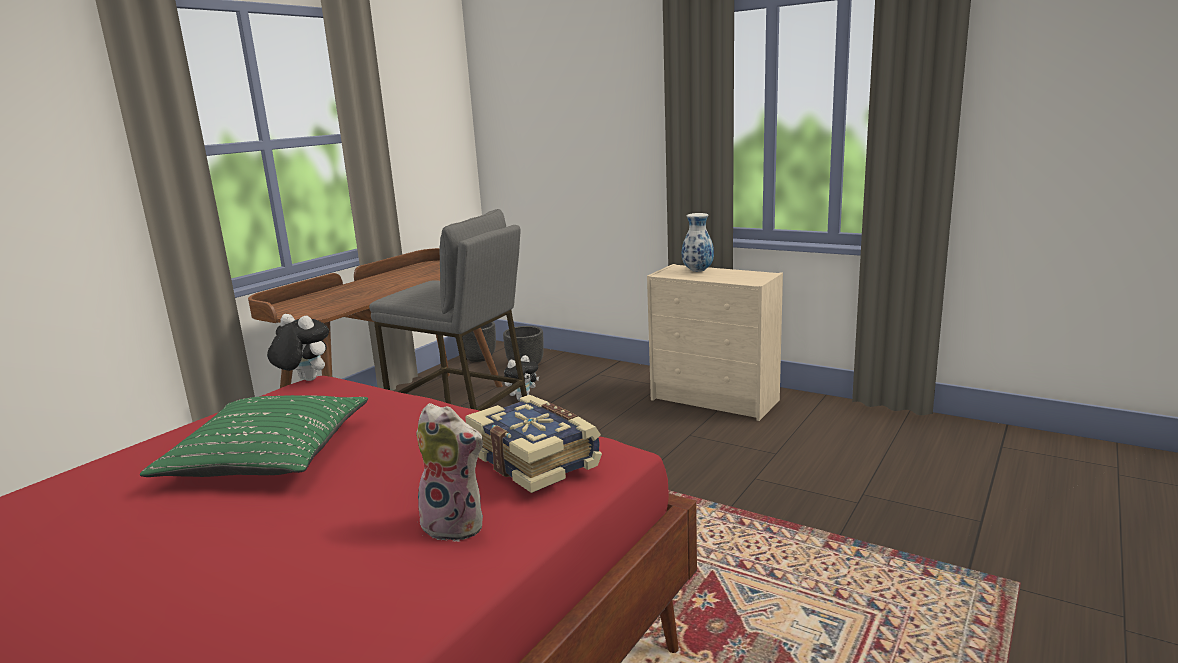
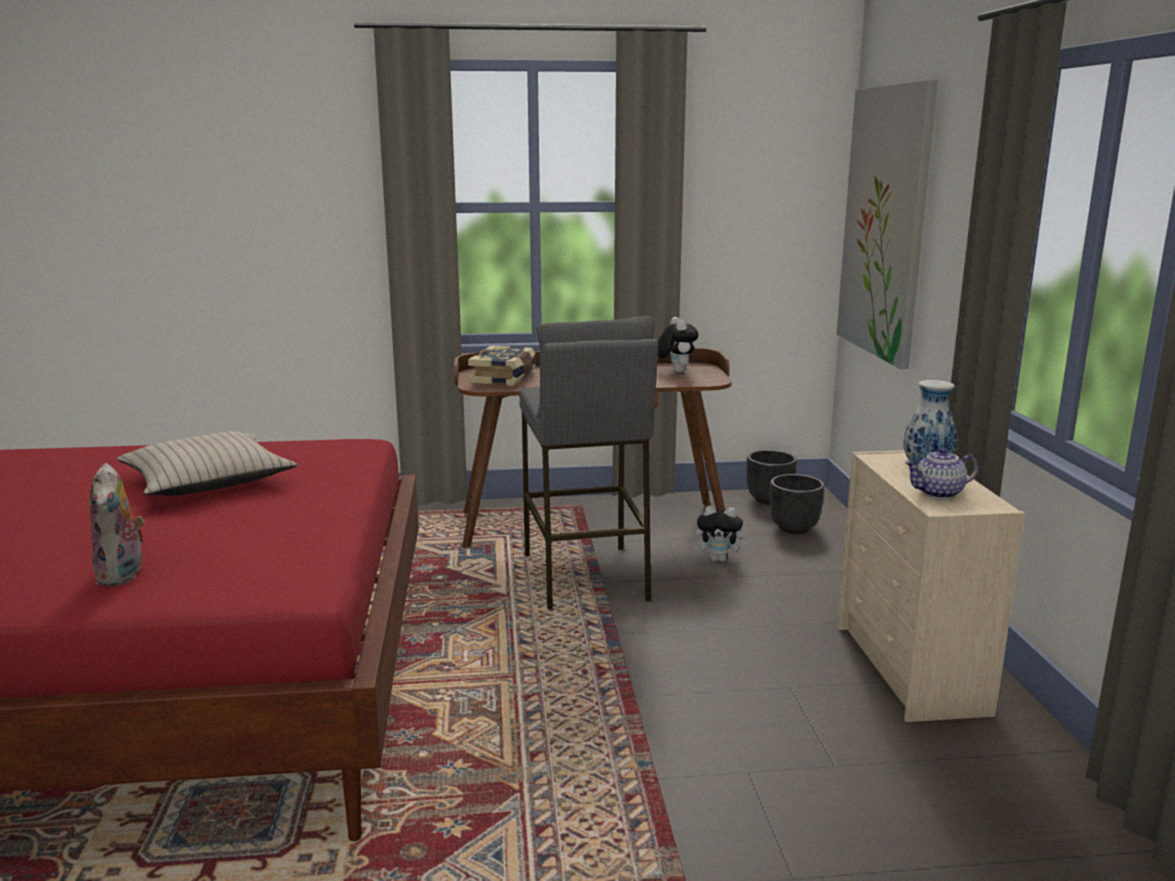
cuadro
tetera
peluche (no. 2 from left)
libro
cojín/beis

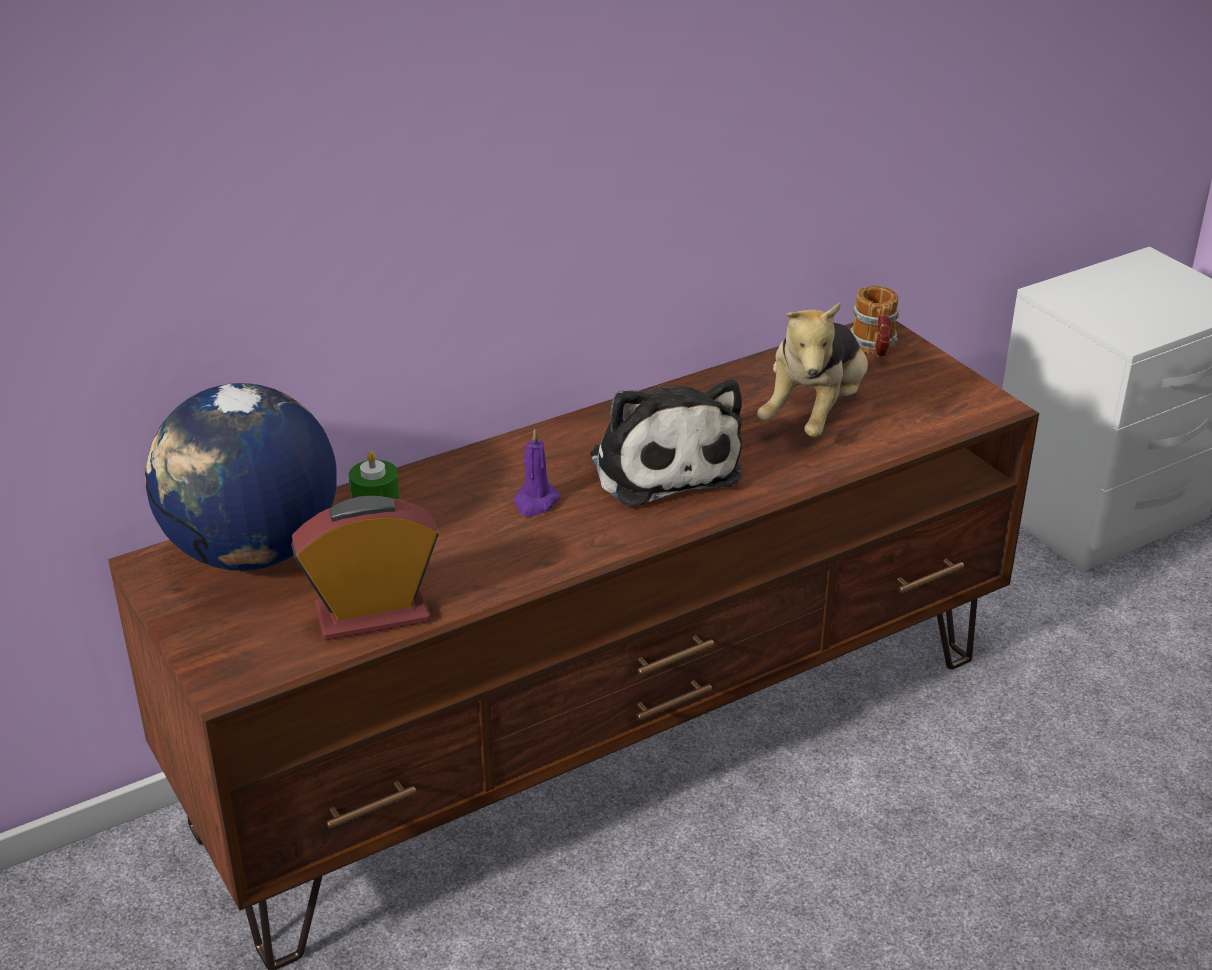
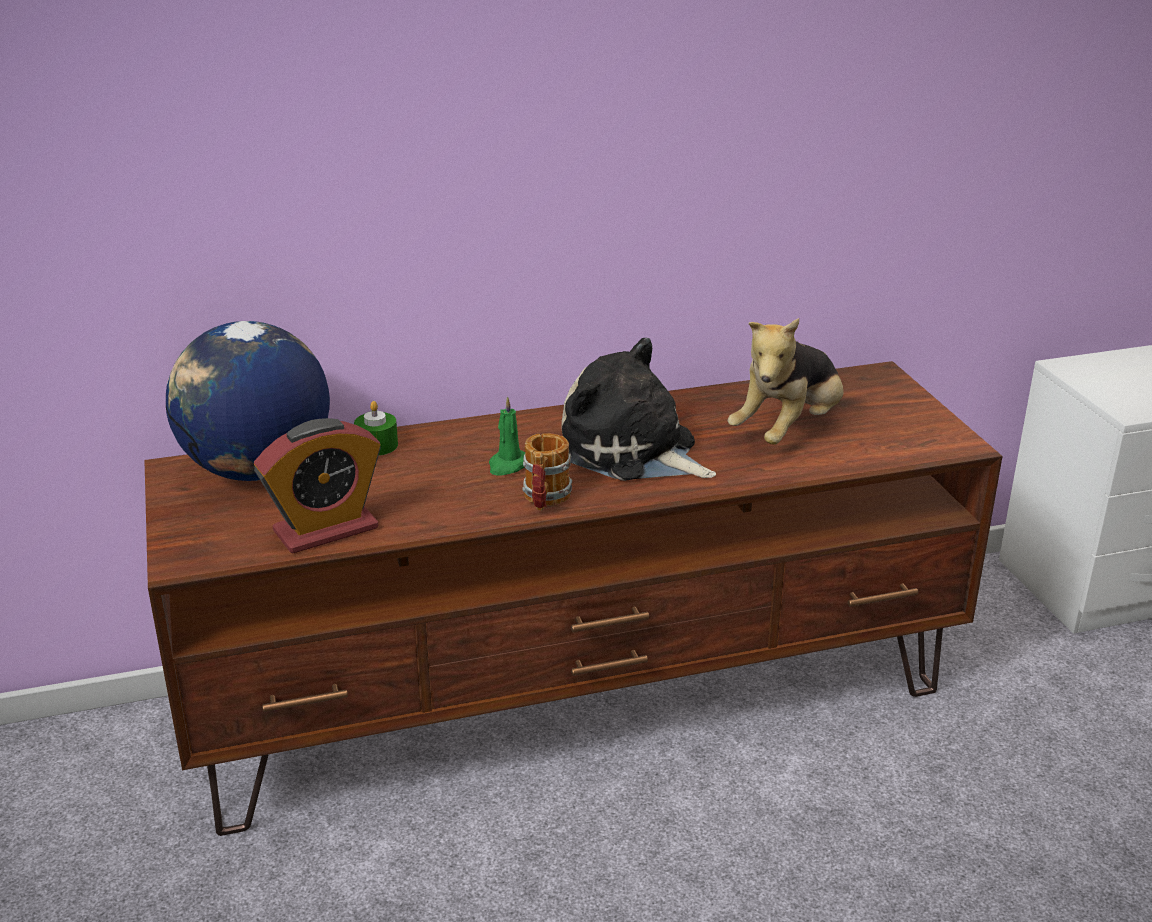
taza grande
vela/verde (no. 2 from left)
despertador
peluche (no. 1 from left)

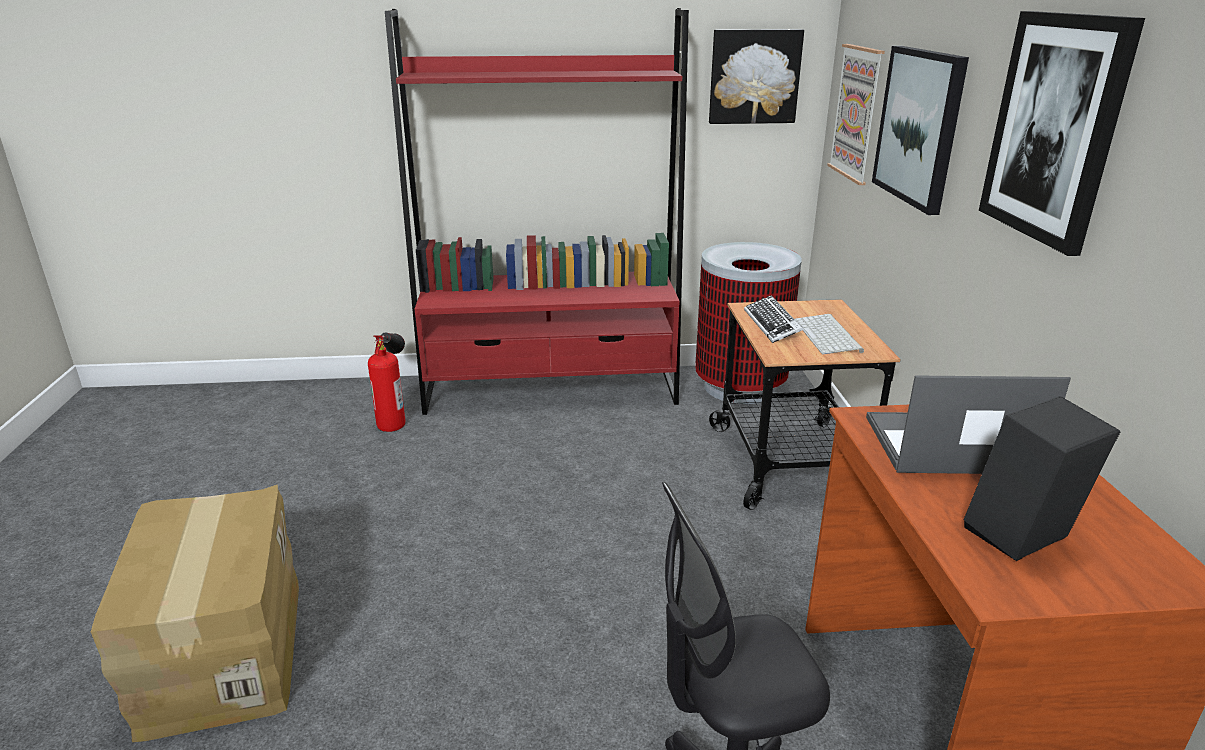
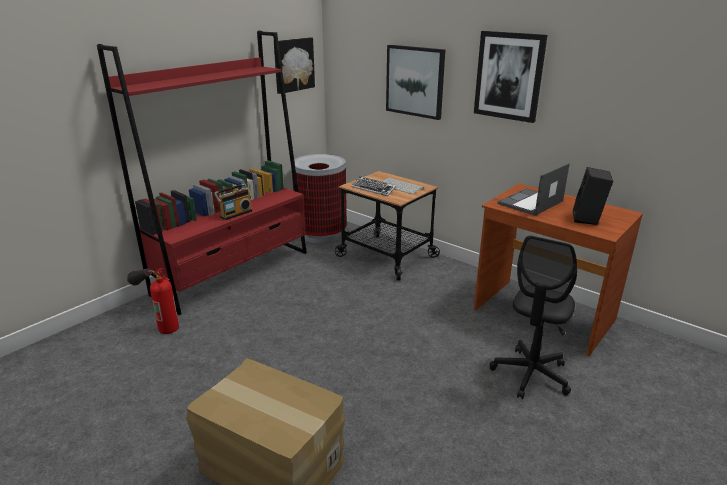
cuadro (no. 2 from left in the first image)
radio

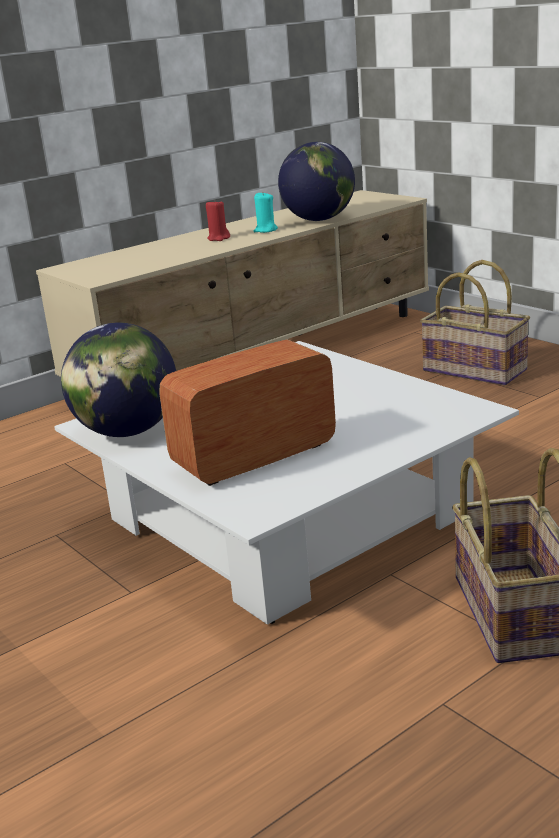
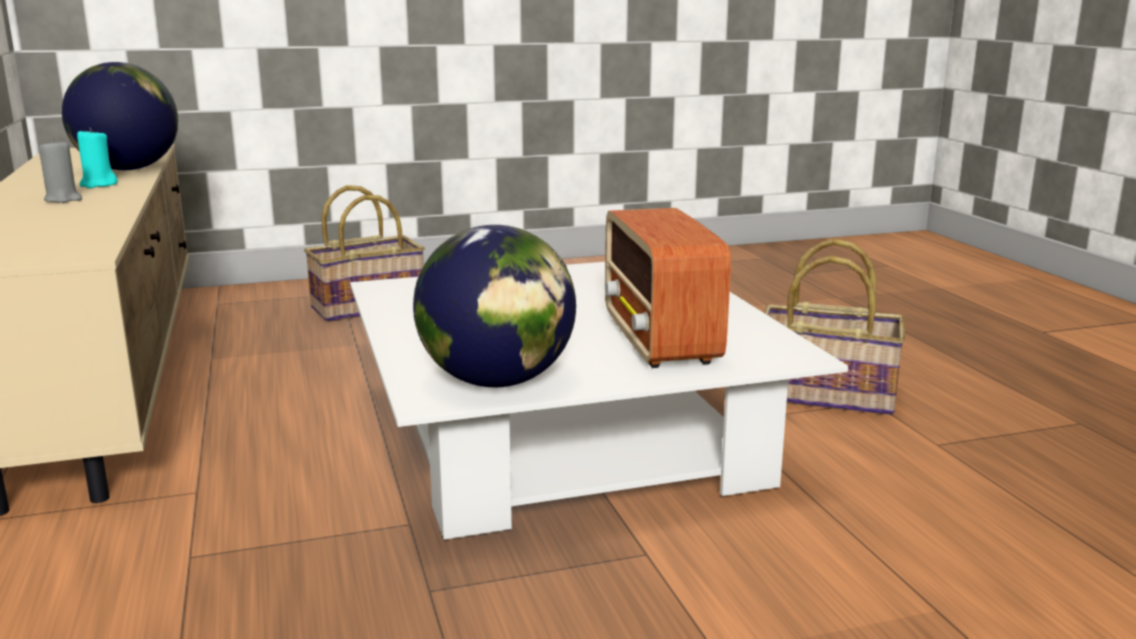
vela/gris

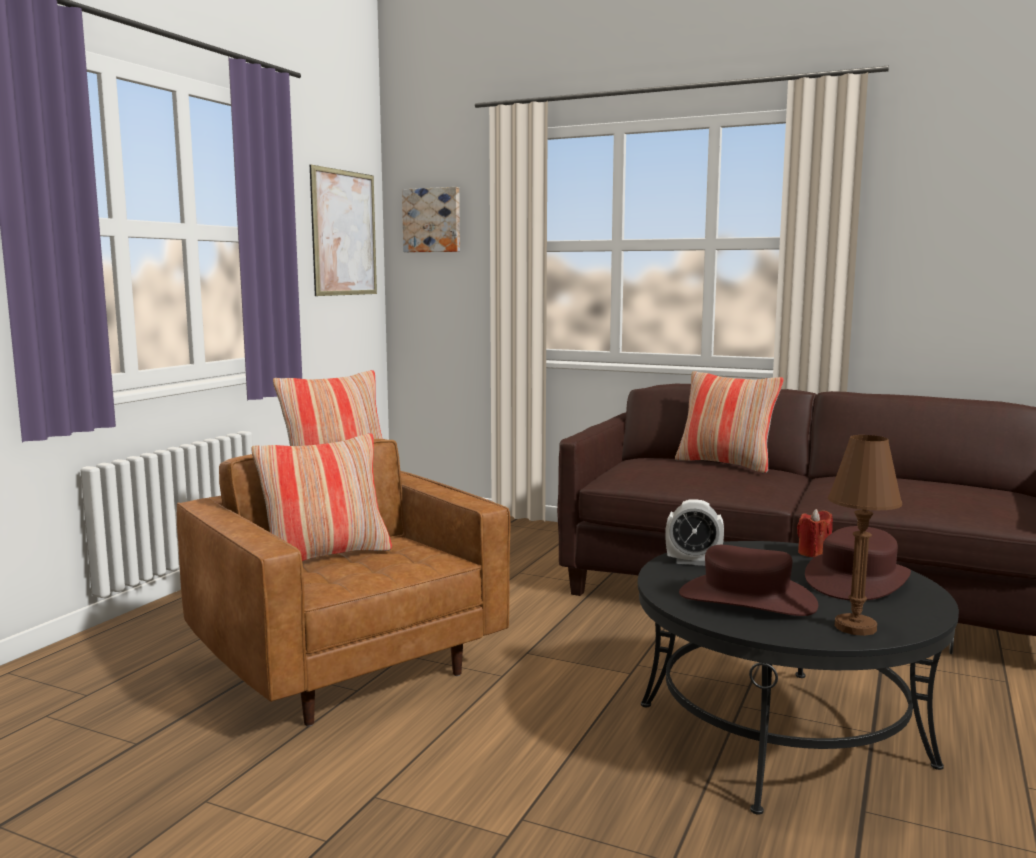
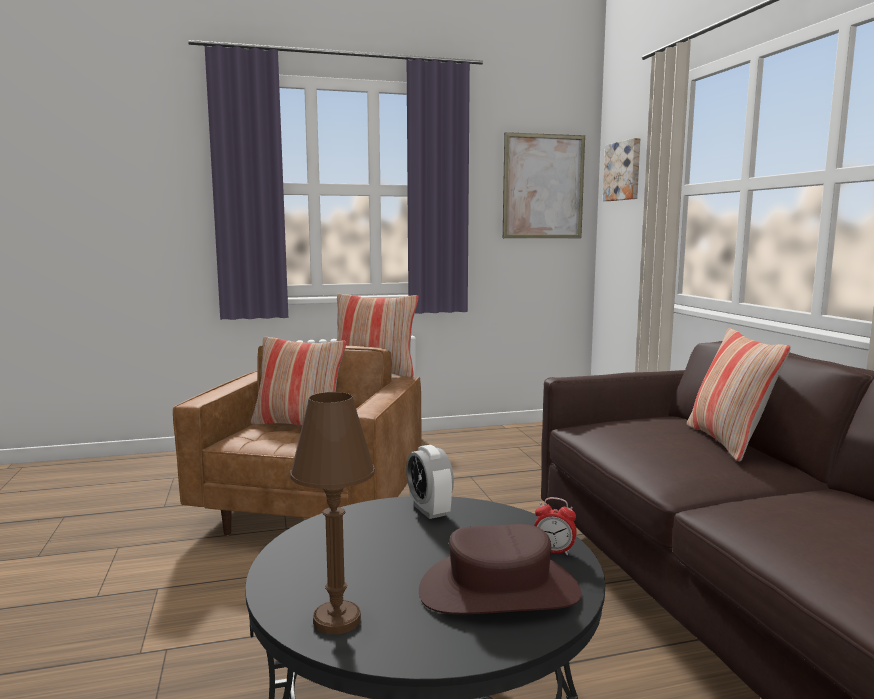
sombrero/marrón (no. 1 from left in the first image)
despertador (no. 2 from left)

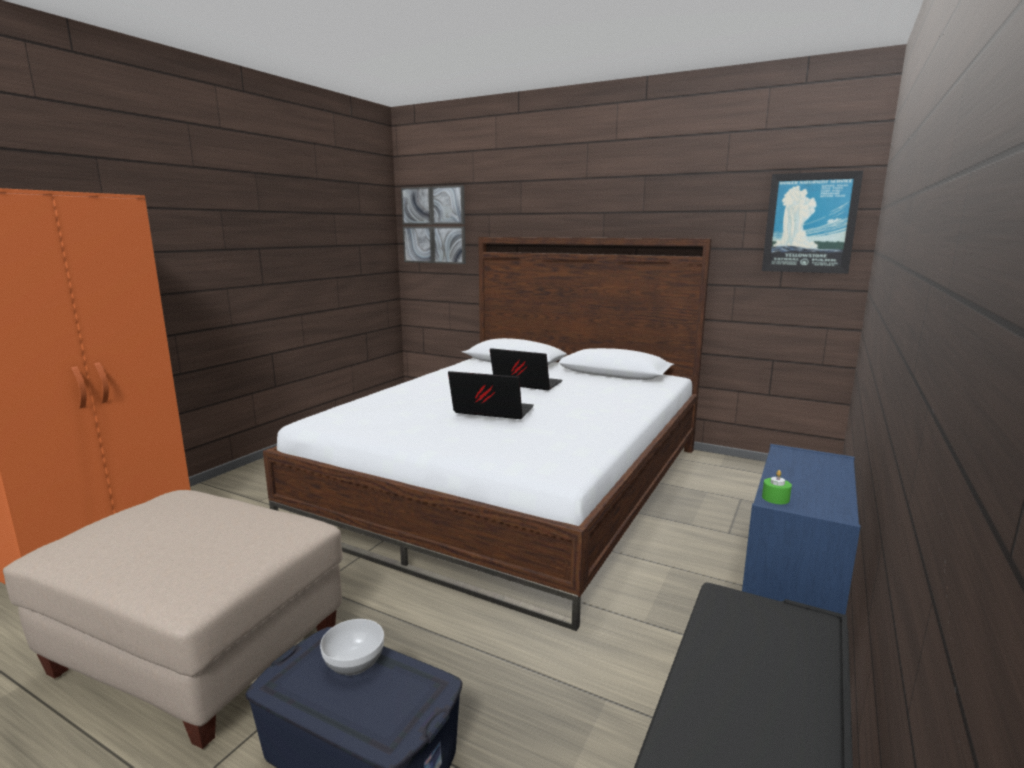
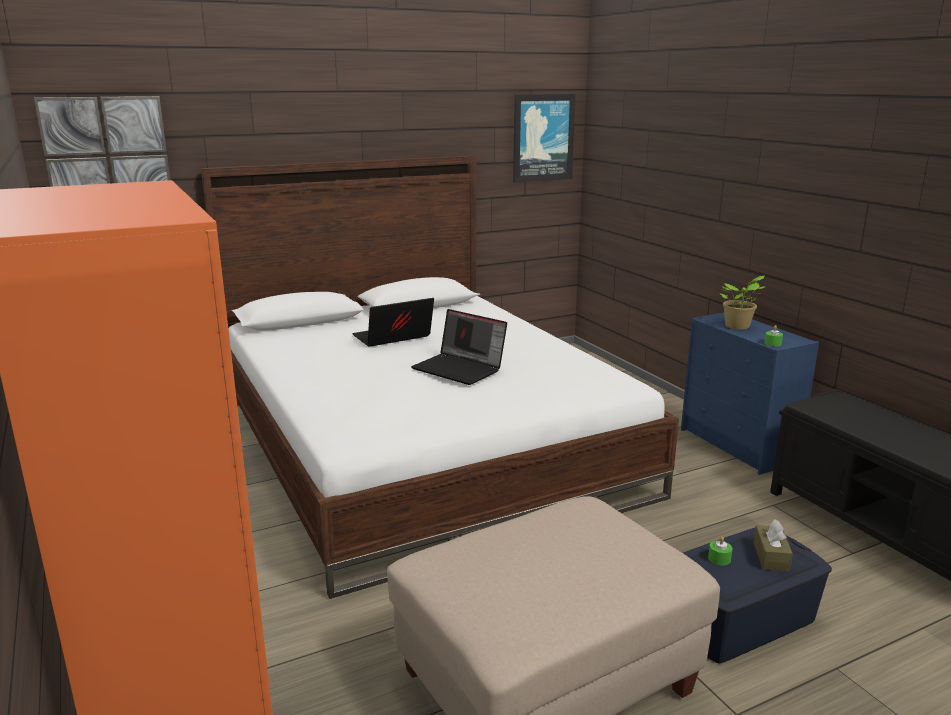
planta en maceta
caja de pañuelos/marrón
vela/verde (no. 1 from left)
portátil (no. 2 from left)

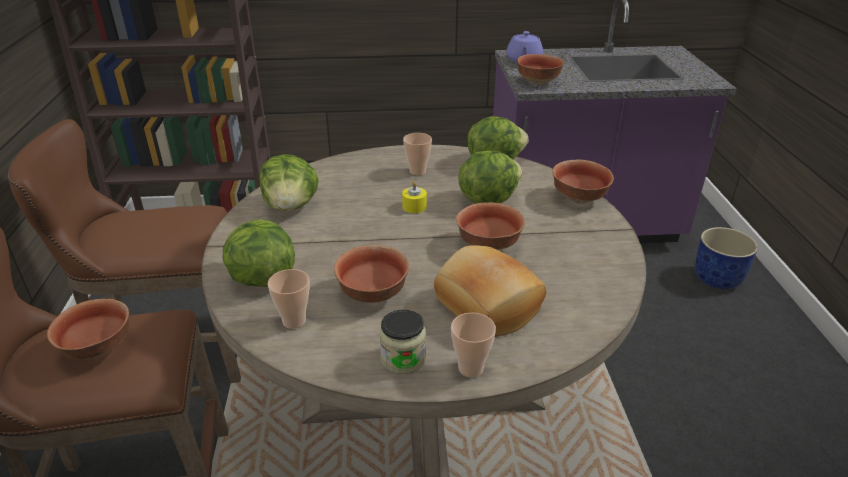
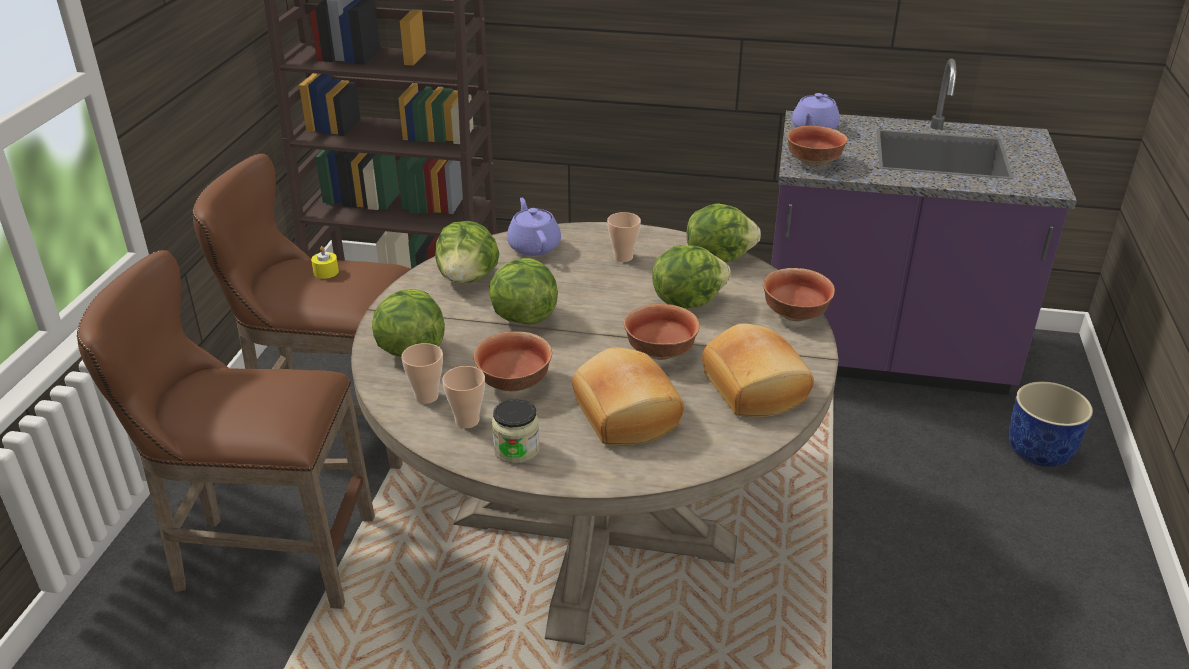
cuenco (no. 1 from left in the first image)
lechuga (no. 3 from left)
tetera/morado (no. 1 from left)
pan (no. 2 from left)
vela/amarillo
taza (no. 2 from left)

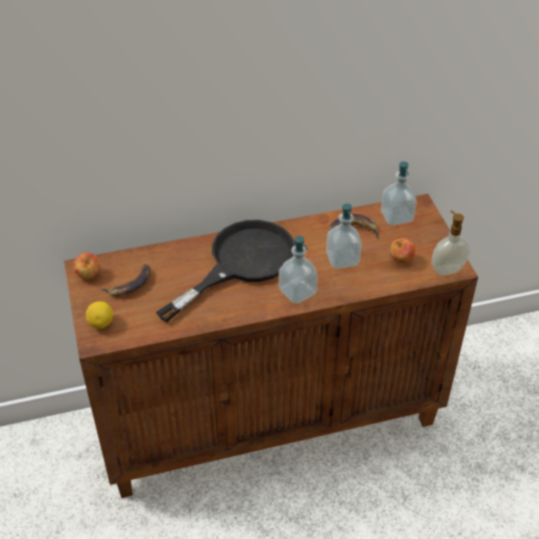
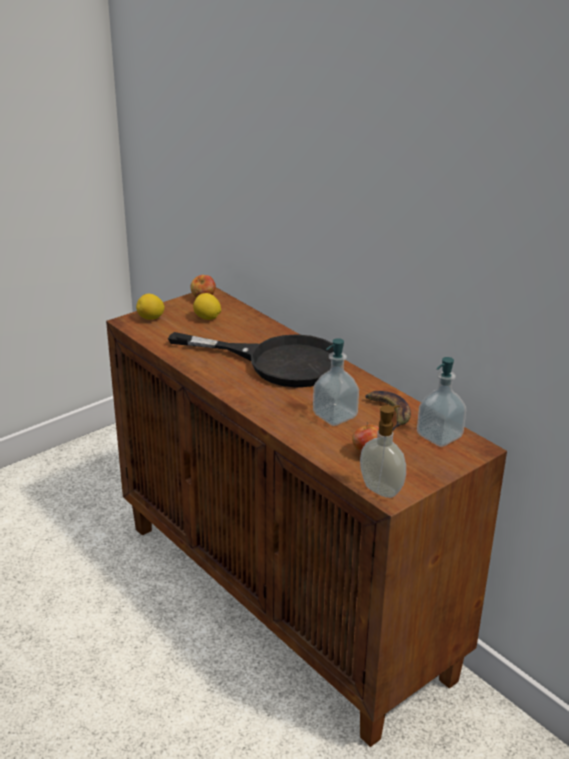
dispensador de jabón (no. 1 from left in the first image)
limón (no. 2 from left)

